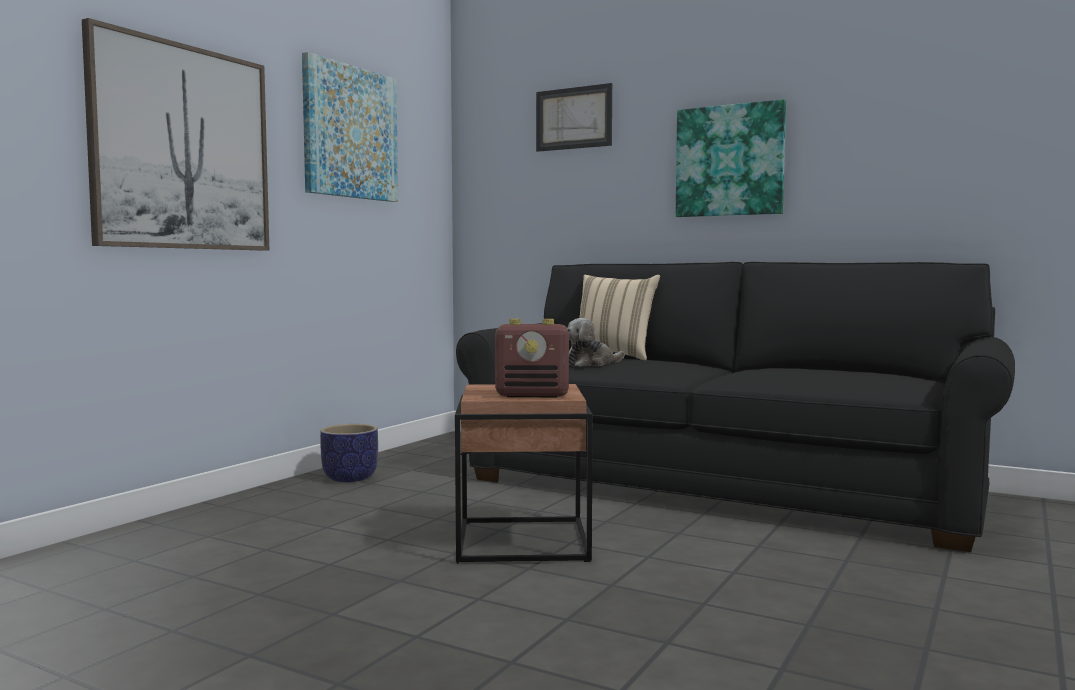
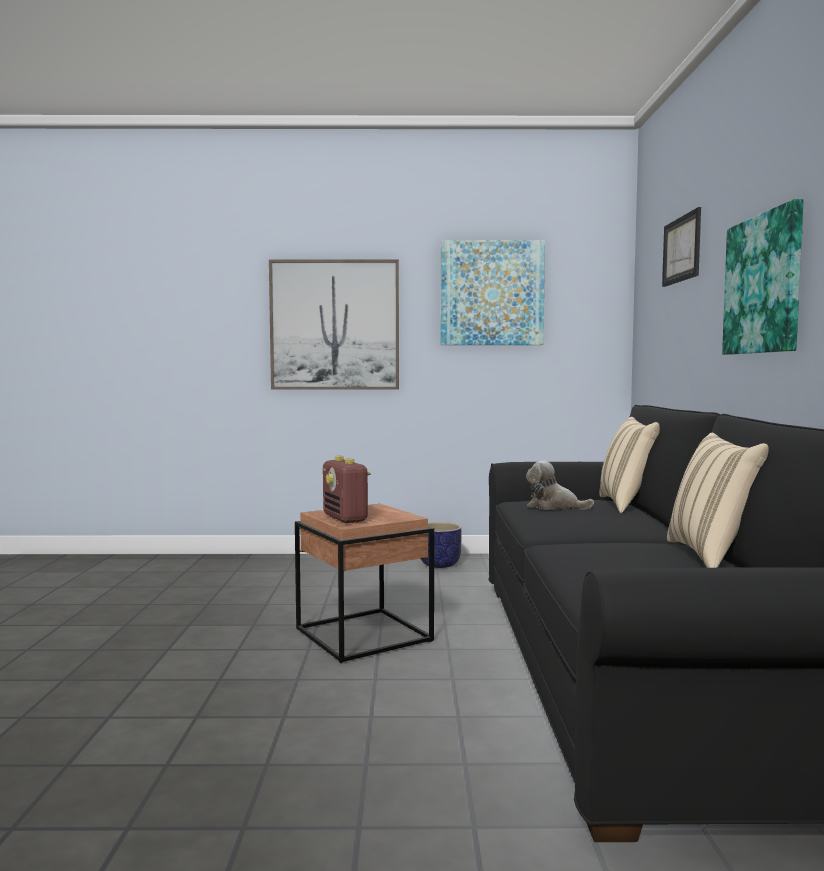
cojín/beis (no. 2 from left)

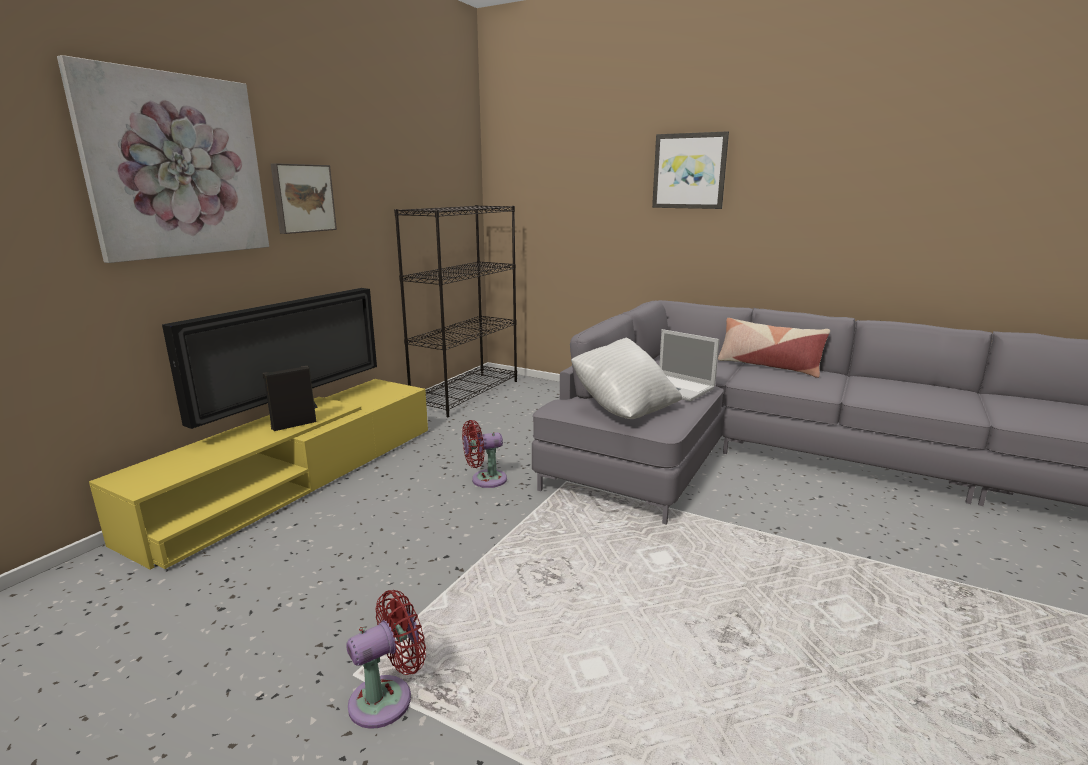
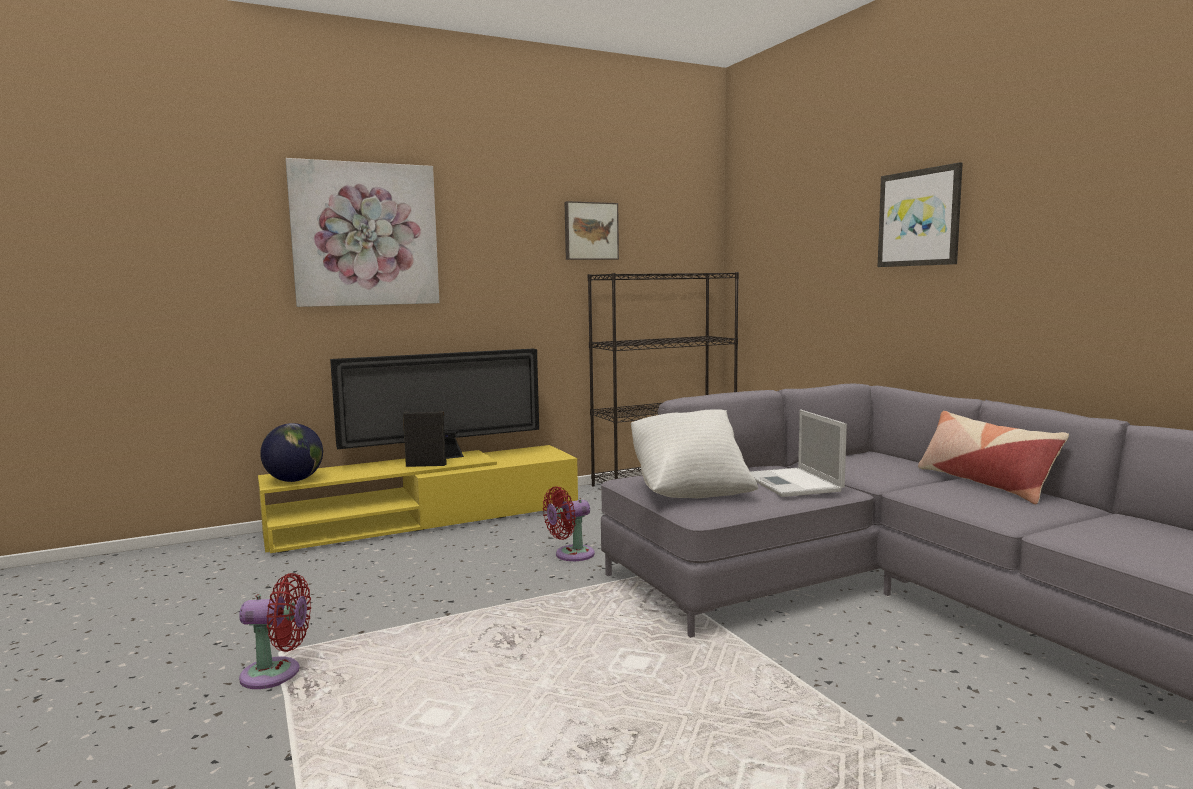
globo terráqueo
cuadro (no. 2 from left)
ventilador/rojo (no. 2 from left)

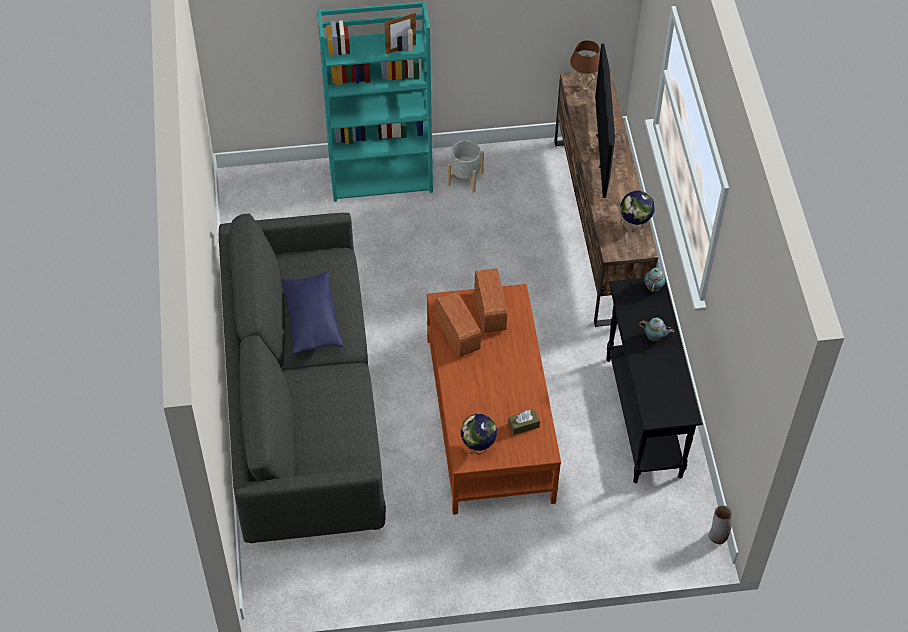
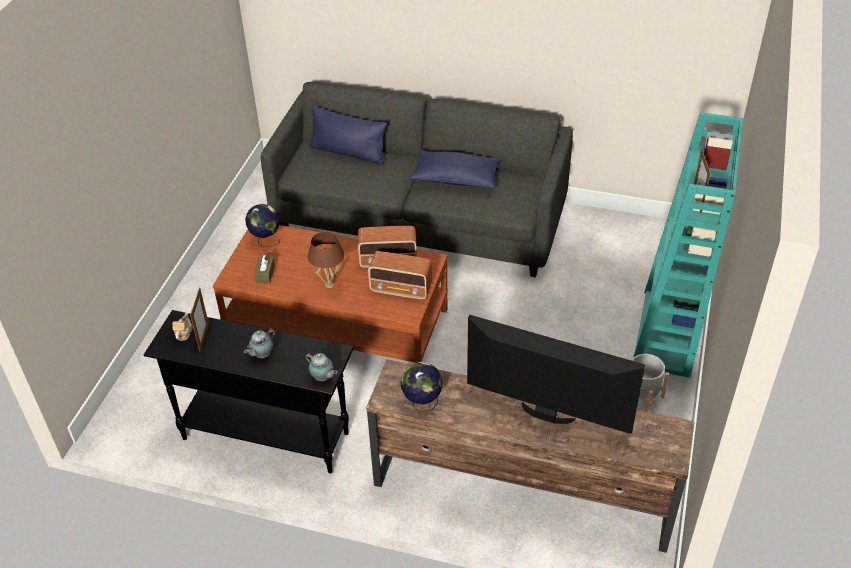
florero
tetera (no. 1 from left)
portarretratos (no. 1 from left)
cojín/azul (no. 1 from left)
lámpara de mesa/marrón

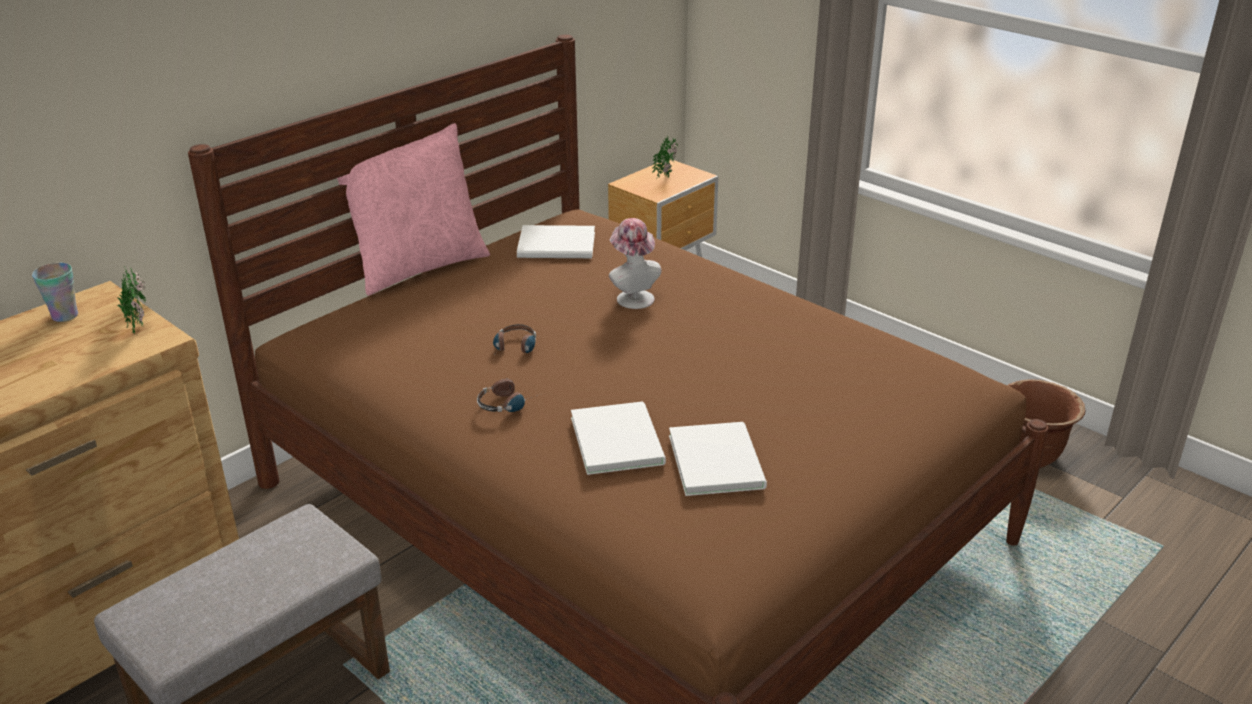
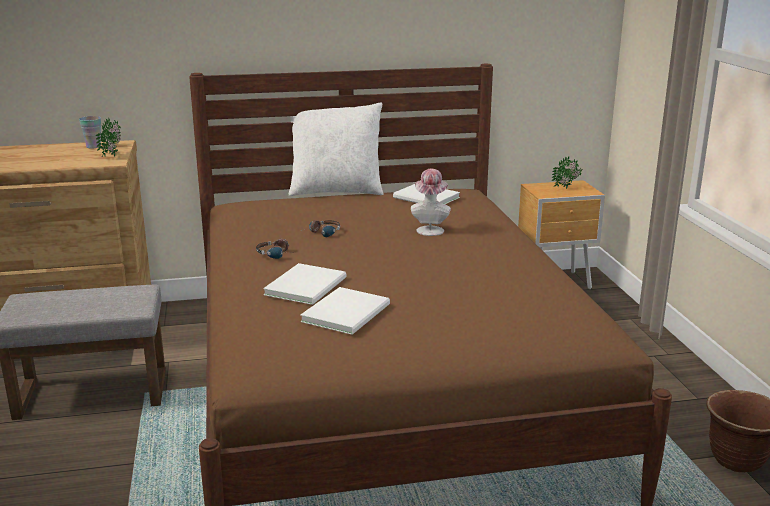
cojín/blanco

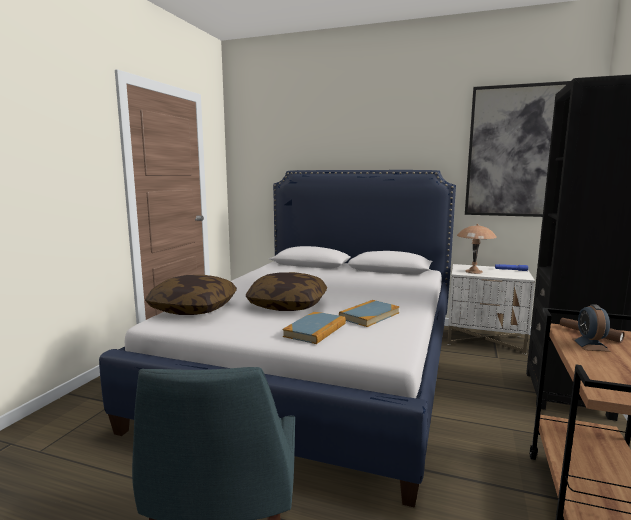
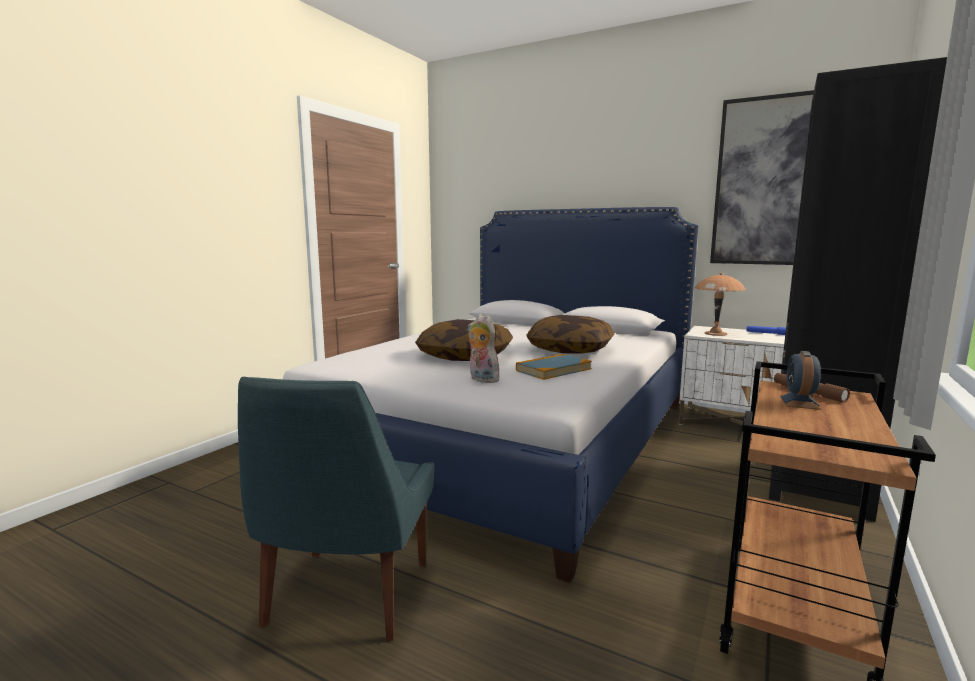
cojín (no. 2 from left)
peluche

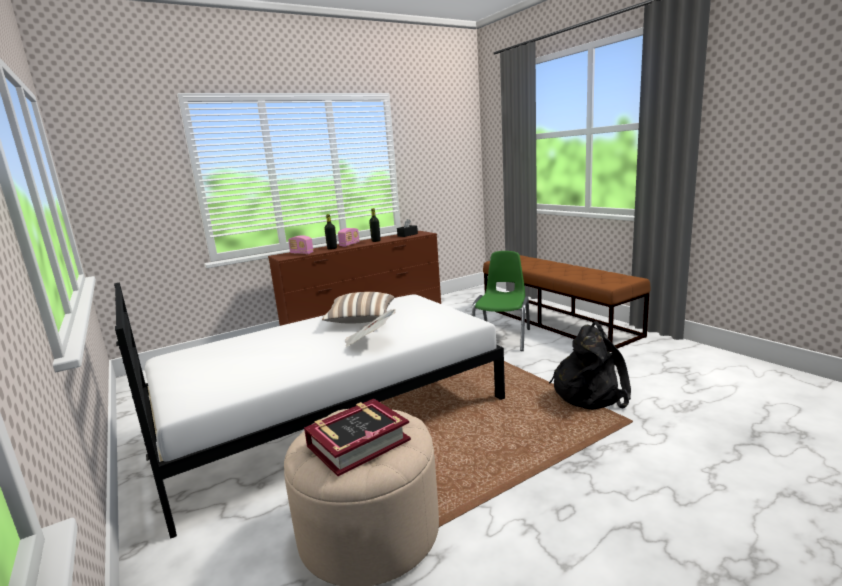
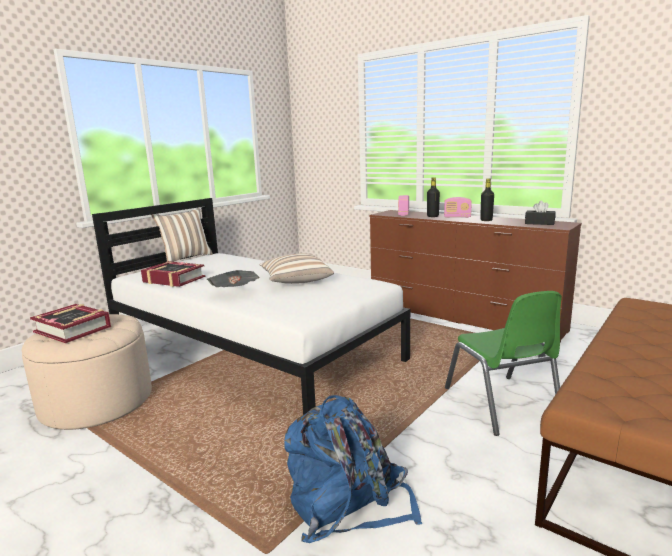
libro (no. 2 from left)
cojín (no. 1 from left)
mochila/azul
silla/verde

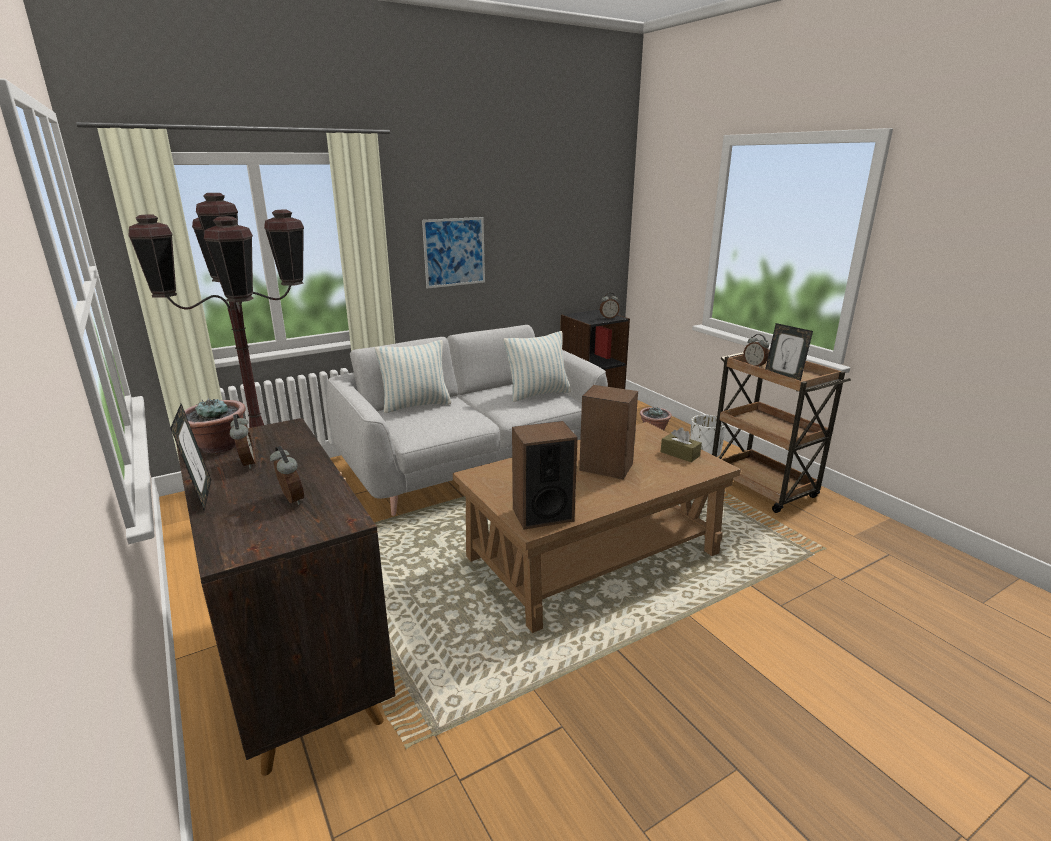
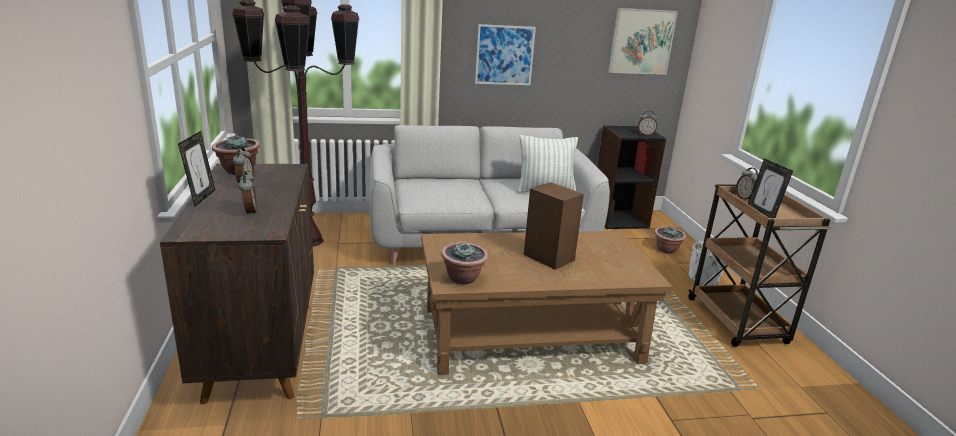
cojín (no. 1 from left in the first image)
caja de pañuelos/marrón
cuadro (no. 2 from left)
planta en maceta (no. 2 from left)

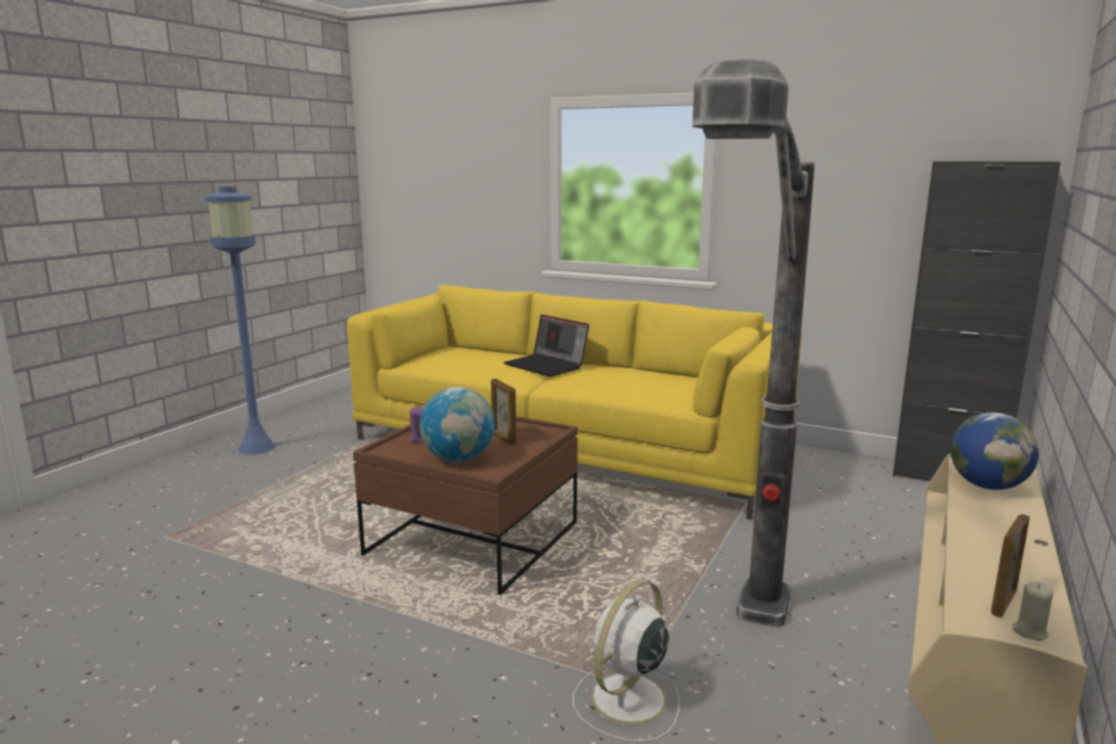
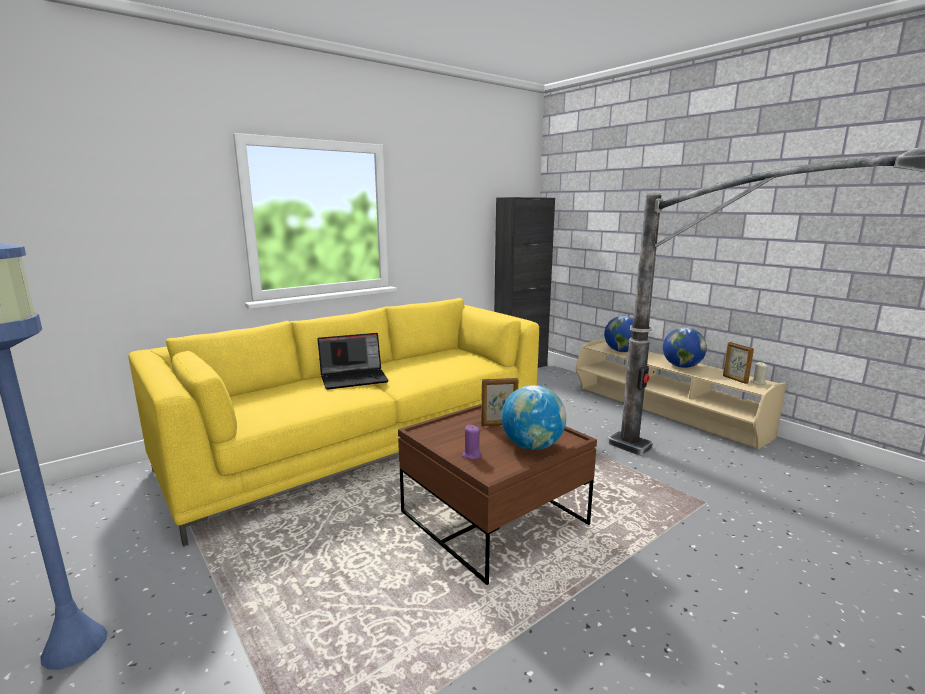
ventilador/blanco
globo terráqueo (no. 3 from left)

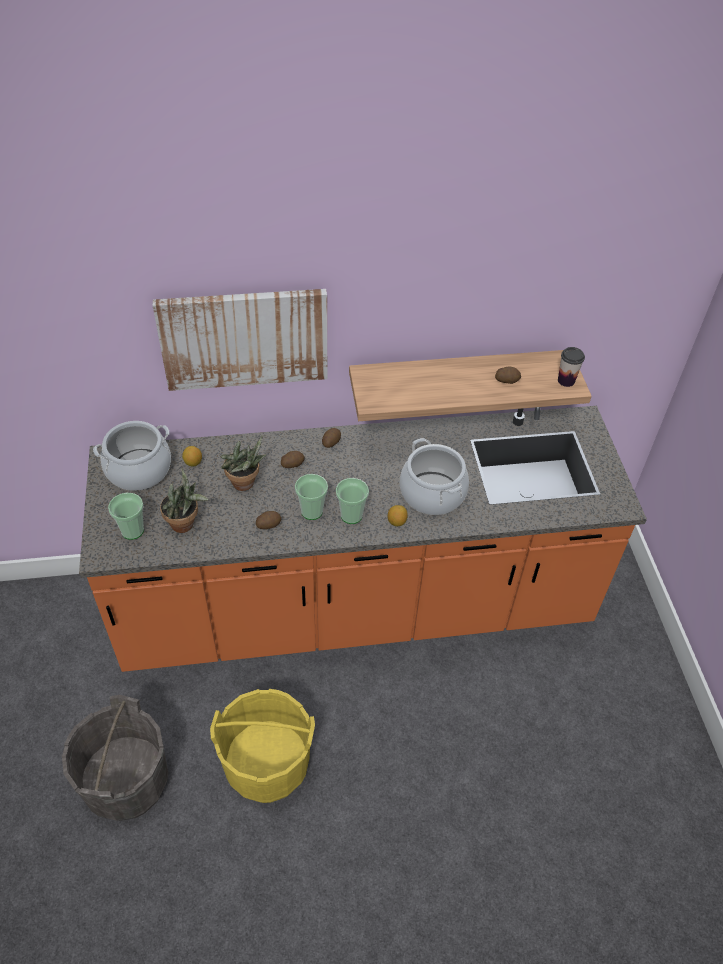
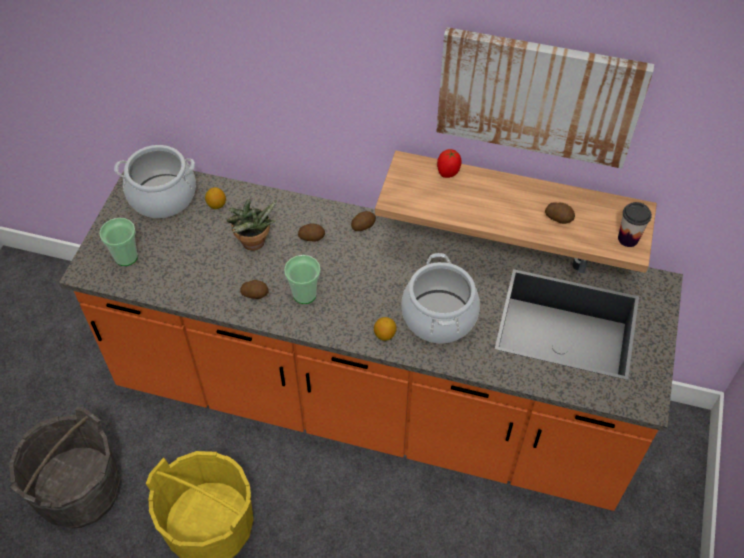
planta en maceta (no. 1 from left in the first image)
taza (no. 3 from left in the first image)
tomate
cuadro

